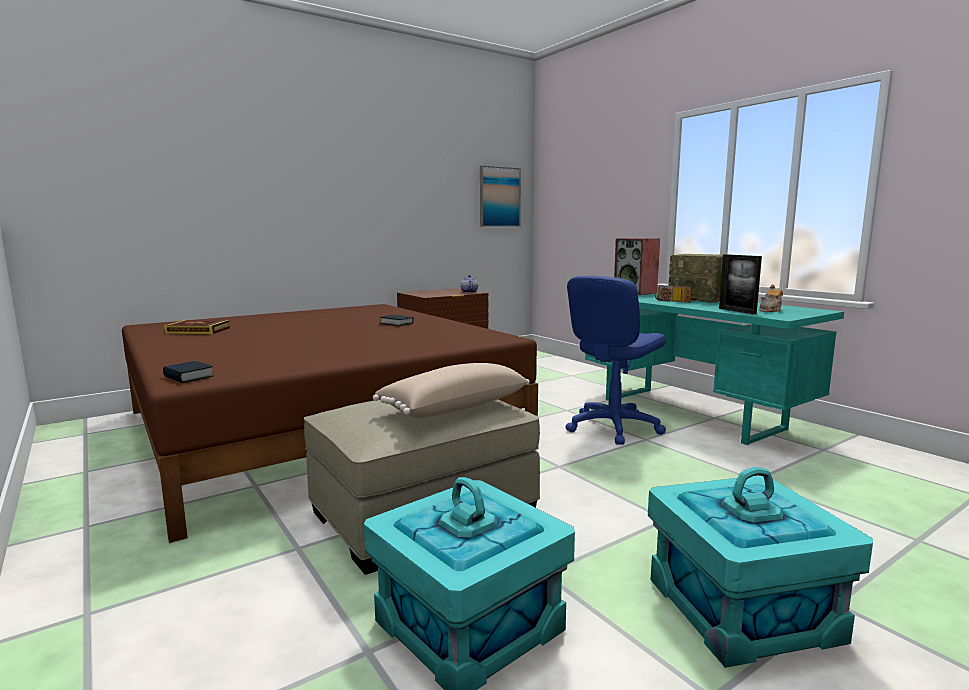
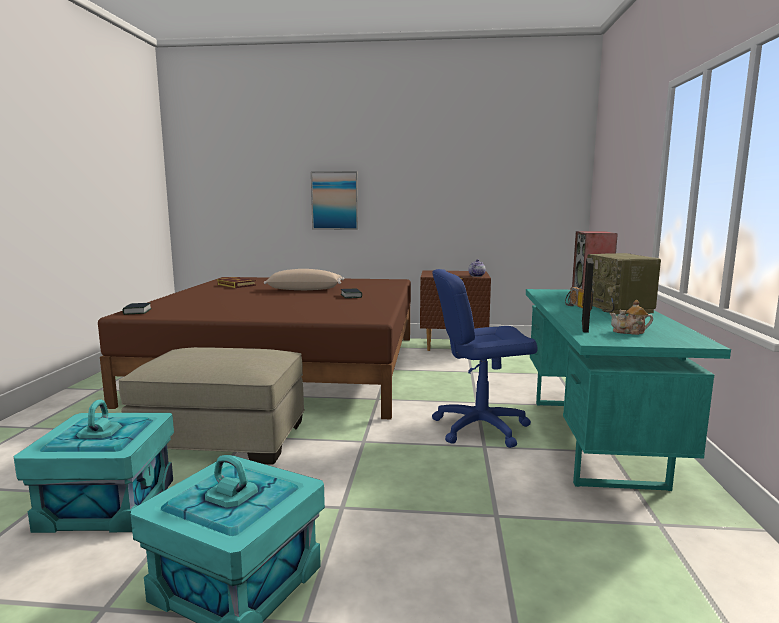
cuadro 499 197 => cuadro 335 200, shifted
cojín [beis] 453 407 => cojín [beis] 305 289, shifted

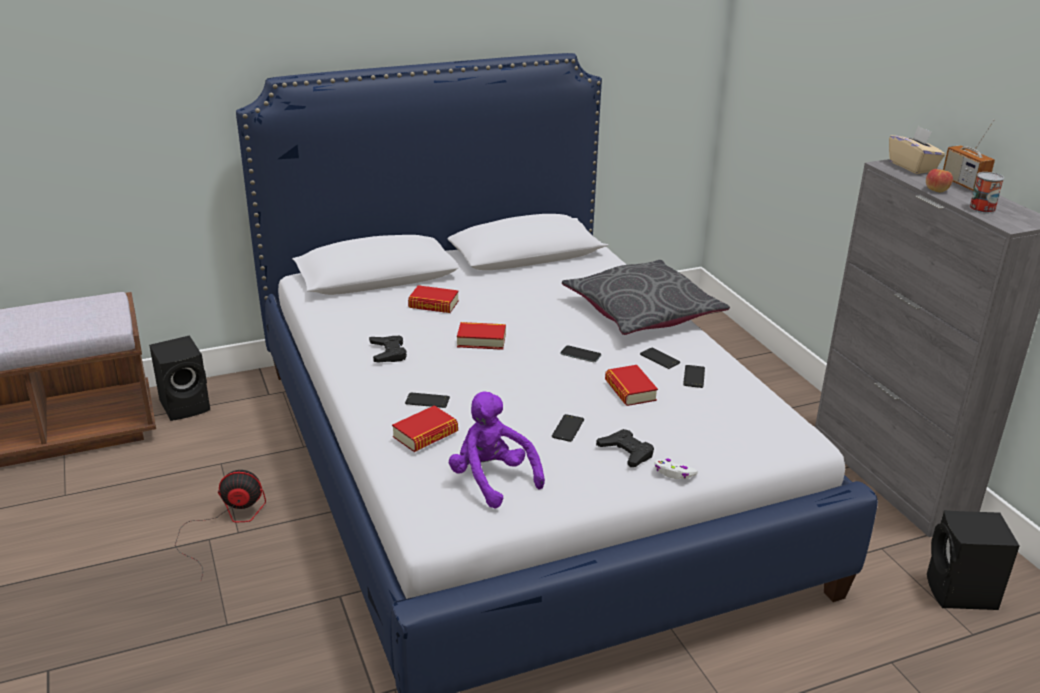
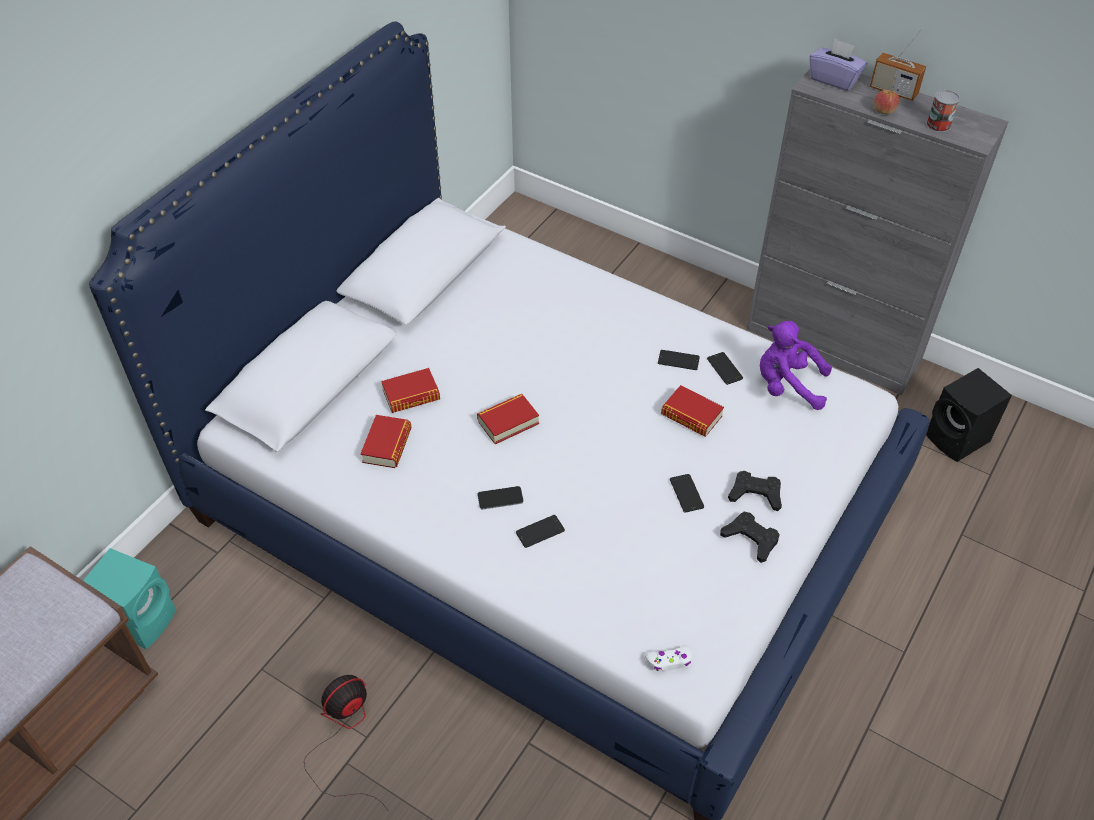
caja de pañuelos [beis] 912 167 => caja de pañuelos [morado] 834 79
cojín [gris] 642 311 => nothing
mando de consola [negro] 388 353 => mando de consola [negro] 750 539, shifted
altavoz [negro] 187 405 => altavoz [turquesa] 142 618
móvil 580 354 => móvil 500 498, shifted
peluche [morado] 492 480 => peluche [morado] 787 385, shifted
libro 425 434 => libro 387 445, shifted
mando de consola [blanco] 674 473 => mando de consola [blanco] 669 661, shifted

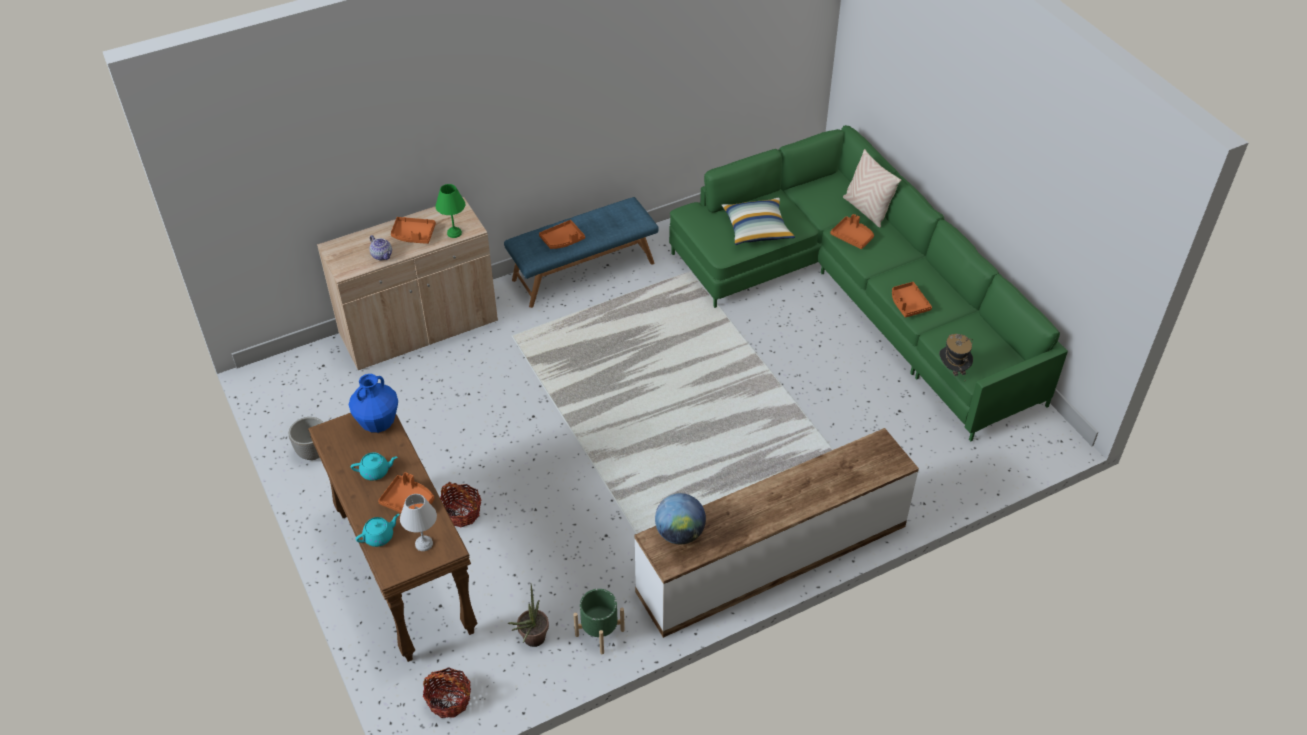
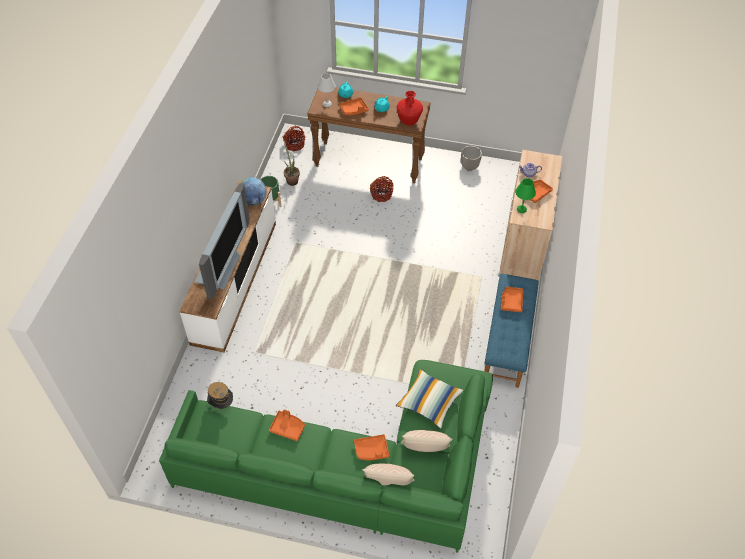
florero [azul] 378 424 => florero [rojo] 409 122
nothing => televisor 221 269
nothing => cojín [beis] 425 450

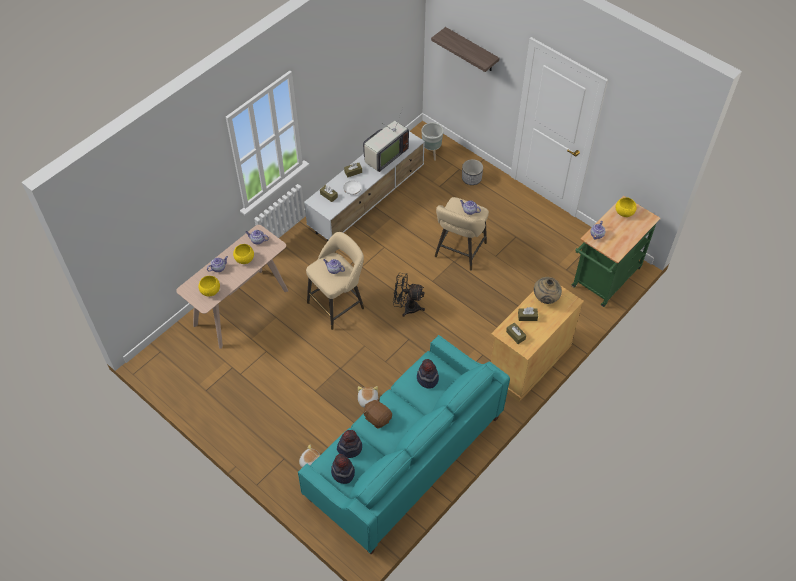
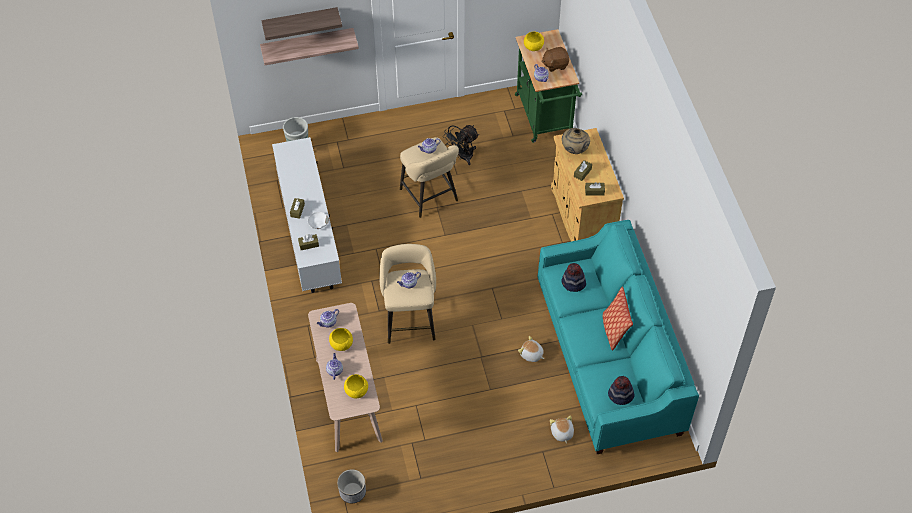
televisor 384 156 => nothing
maceta 471 179 => maceta 352 492, shifted
ventilador [negro] 407 307 => ventilador [negro] 462 157, shifted
peluche [marrón] 377 418 => peluche [marrón] 555 64, shifted
sombrero 349 448 => nothing
nothing => estante 307 44
nothing => cojín 614 330

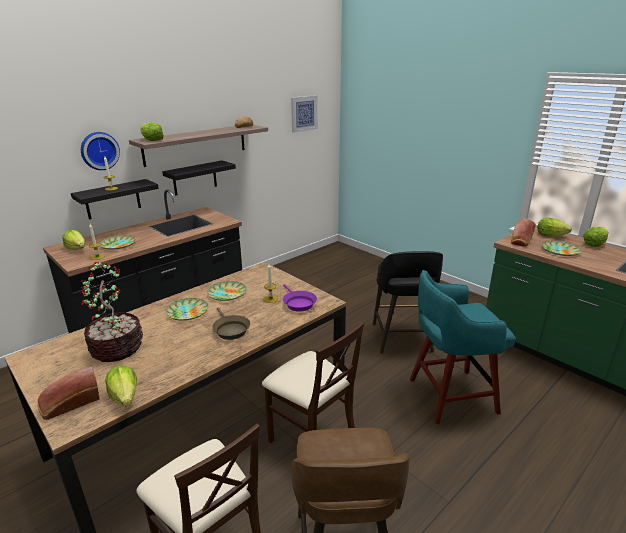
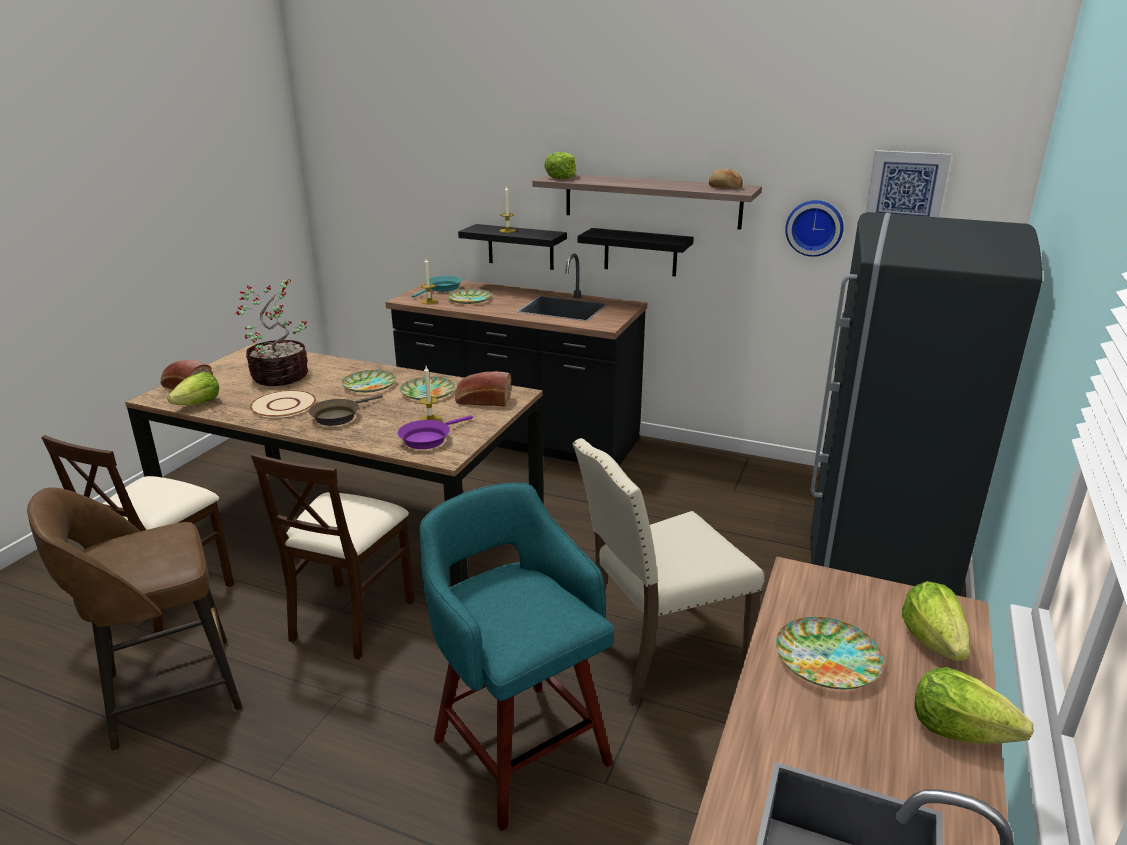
reloj de pared 99 150 => reloj de pared 814 227, shifted
pan 521 241 => pan 482 401, shifted
lechuga 77 249 => sartén [turquesa] 442 289
taburete [negro] 402 339 => silla [beis] 659 653
nothing => nevera [gris] 882 539
nothing => plato [beis] 283 405

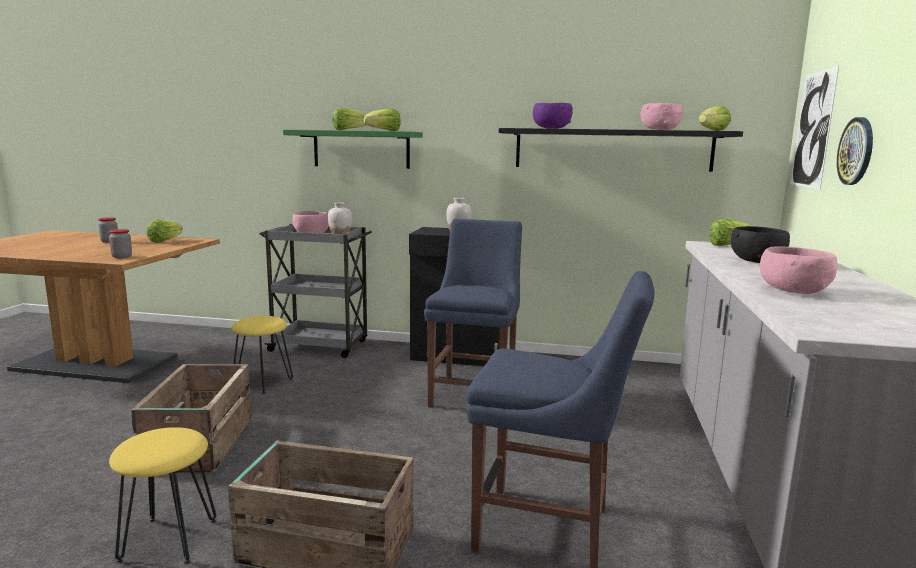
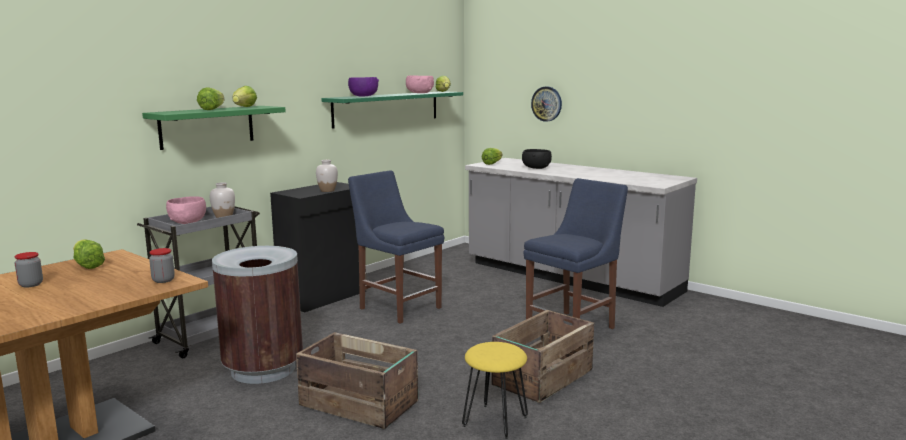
cuadro 812 129 => nothing
estante [negro] 612 150 => estante [verde] 387 108
cuenco [rosa] 793 291 => nothing
taburete [amarillo] 262 383 => papelera [marrón] 263 369

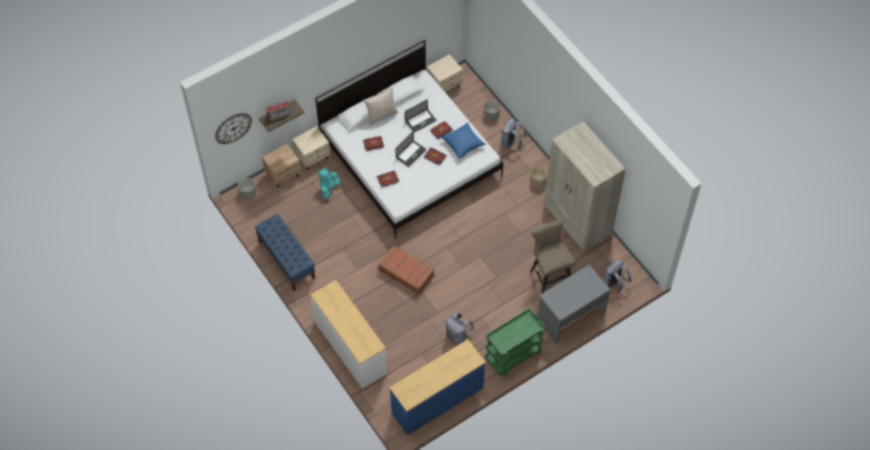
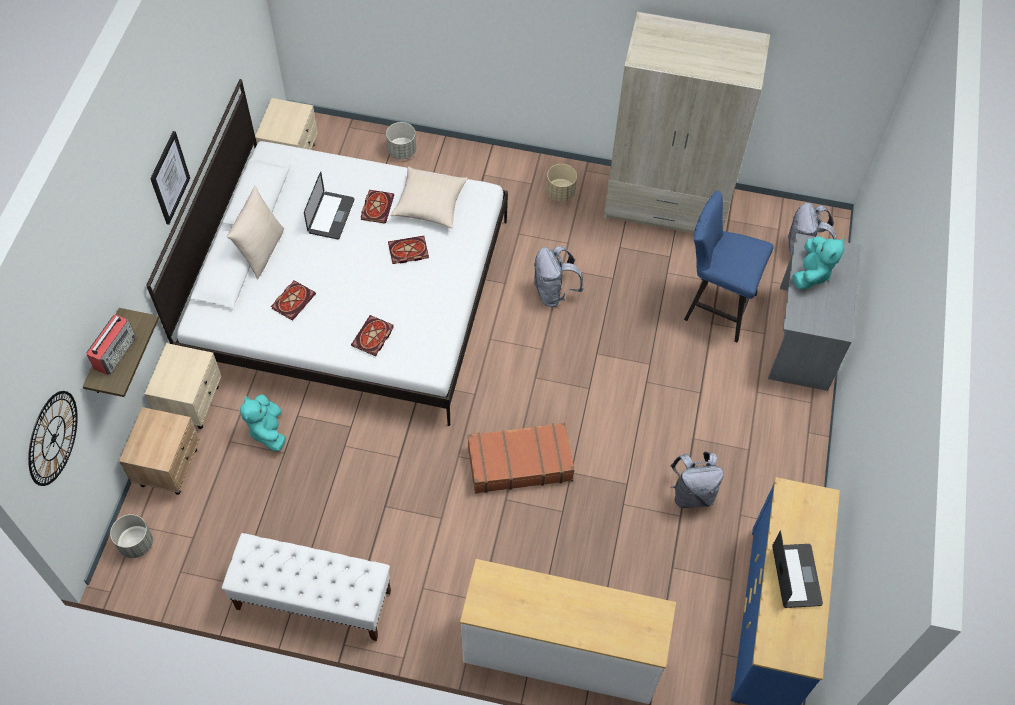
mochila [gris] 511 143 => mochila [gris] 554 292, shifted
cojín [azul] 462 144 => cojín [beis] 429 204
portátil 410 154 => portátil 796 576, shifted
banco [azul] 286 260 => banco [blanco] 313 600
taburete [beis] 549 276 => taburete [azul] 714 306
carrito [verde] 513 357 => nothing
nothing => cuadro 169 178
nothing => peluche [turquesa] 811 273

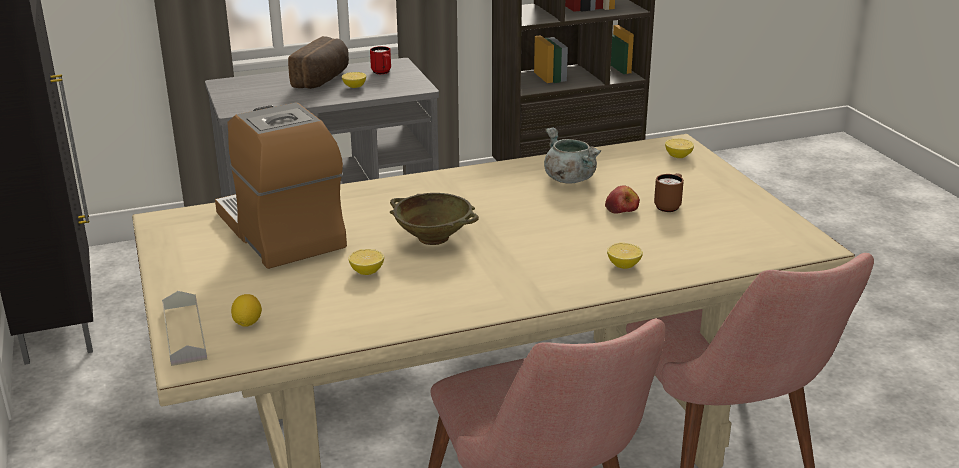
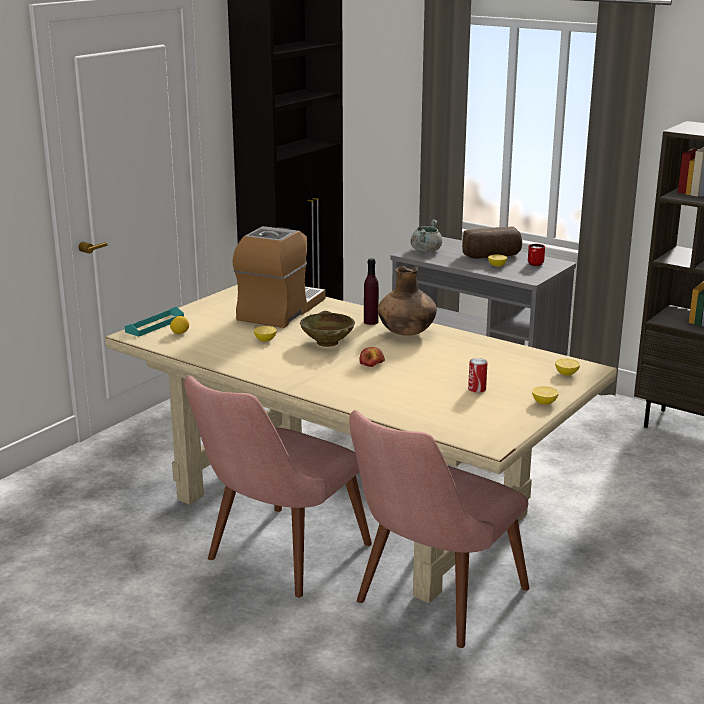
olla [gris] 569 179 => olla [gris] 426 250, shifted
taza grande [marrón] 669 206 => lata 477 389
manzana 622 209 => manzana 372 364, shifted
limón 623 265 => limón 544 402, shifted
bandeja [gris] 184 333 => bandeja [turquesa] 155 325
nothing => botella [morado] 371 322
nothing => florero [marrón] 407 333

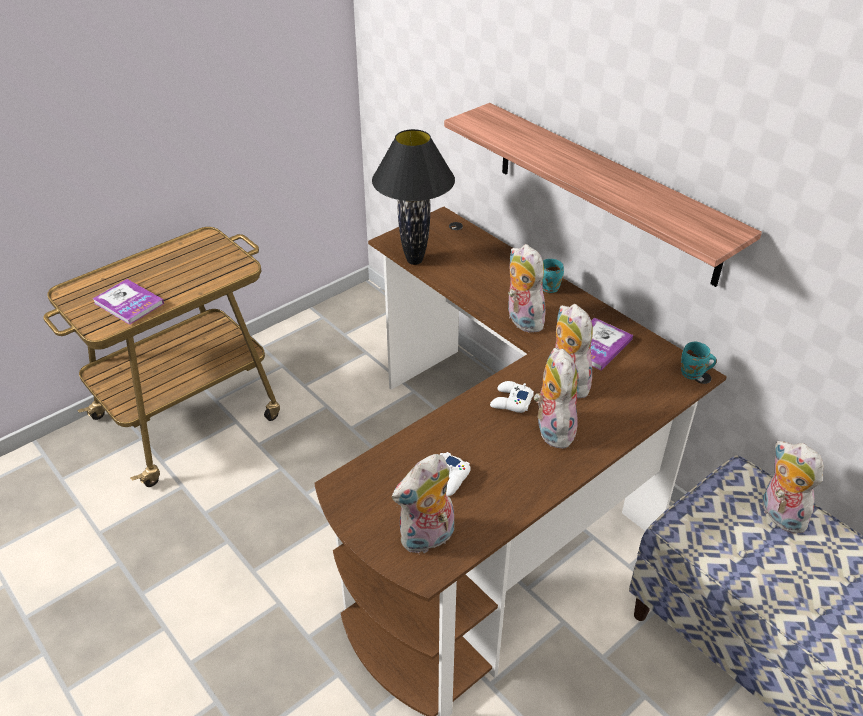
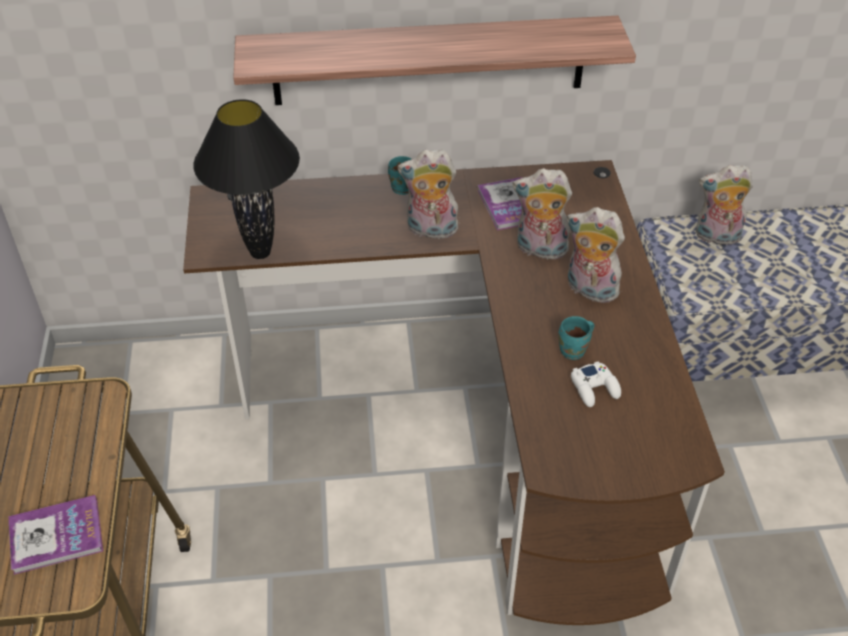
taza grande [turquesa] 693 374 => taza grande [turquesa] 575 351, shifted
mando de consola [blanco] 511 401 => nothing
peluche 427 539 => nothing

